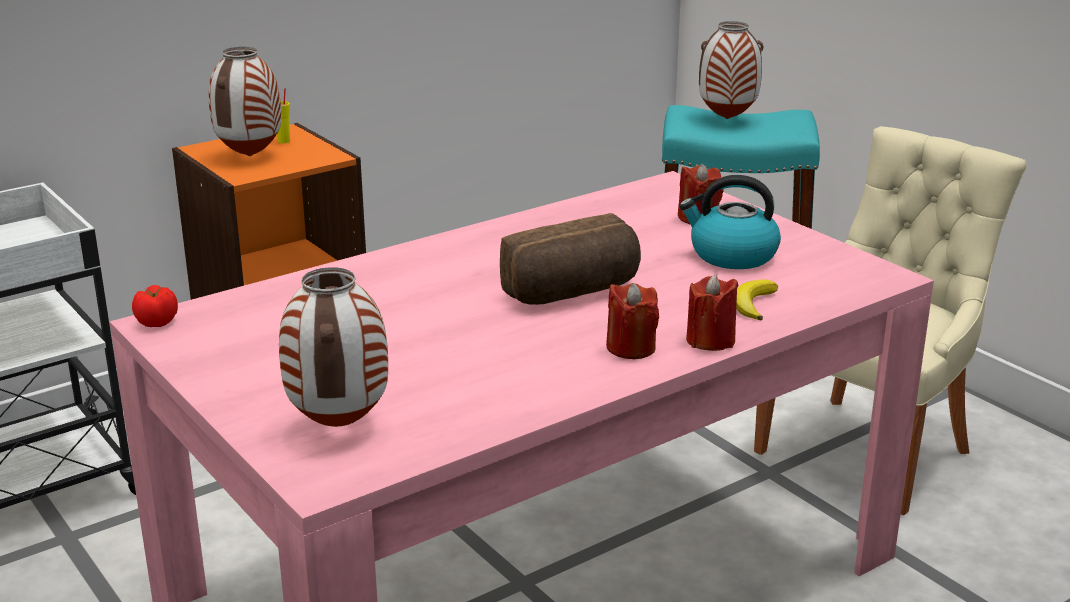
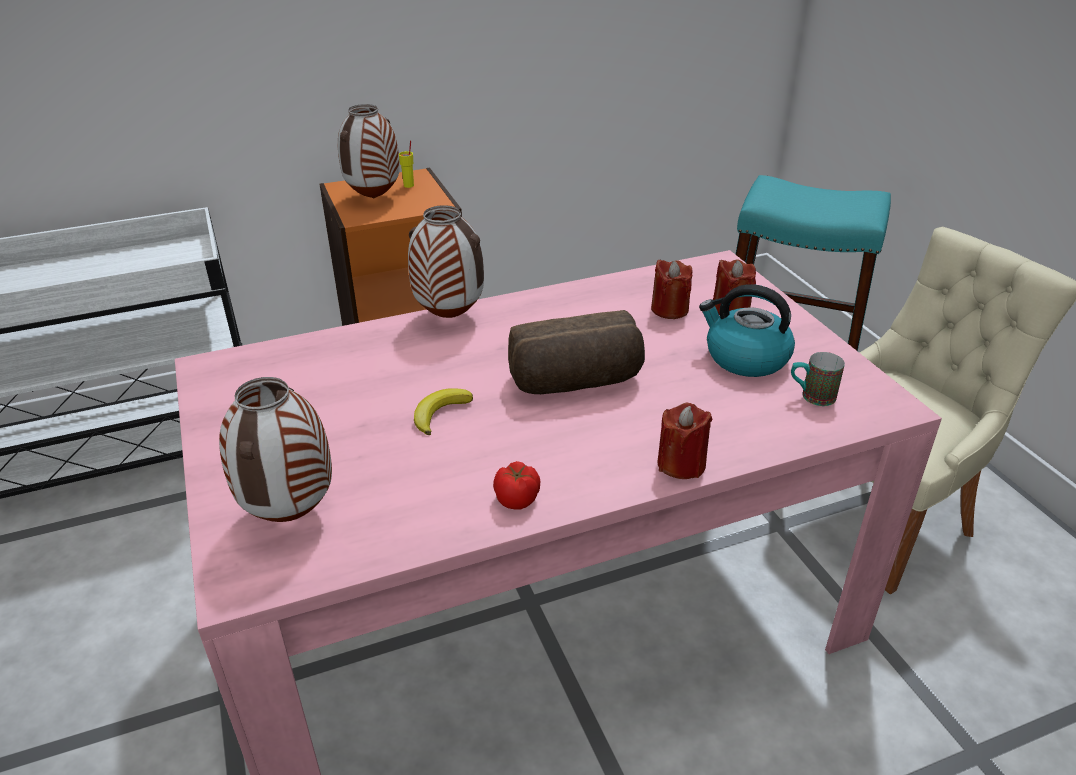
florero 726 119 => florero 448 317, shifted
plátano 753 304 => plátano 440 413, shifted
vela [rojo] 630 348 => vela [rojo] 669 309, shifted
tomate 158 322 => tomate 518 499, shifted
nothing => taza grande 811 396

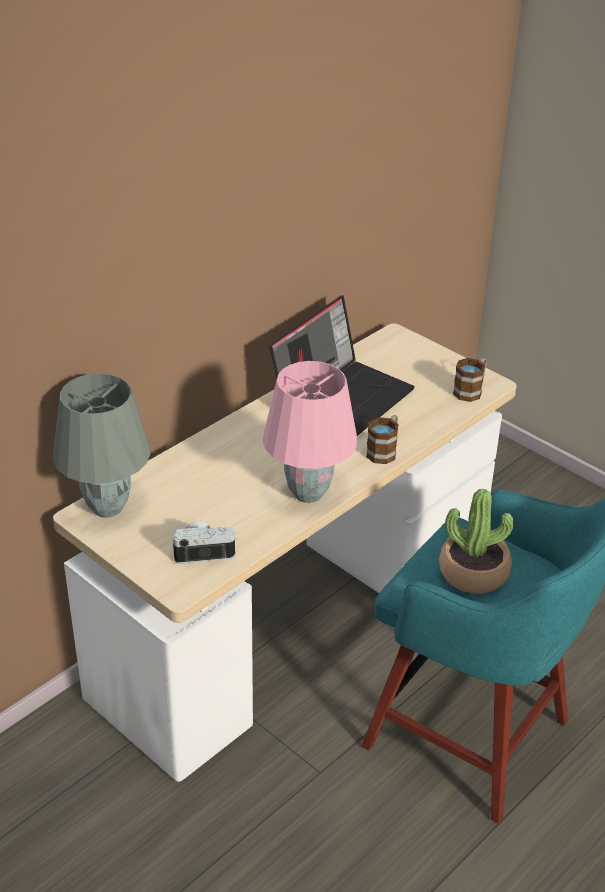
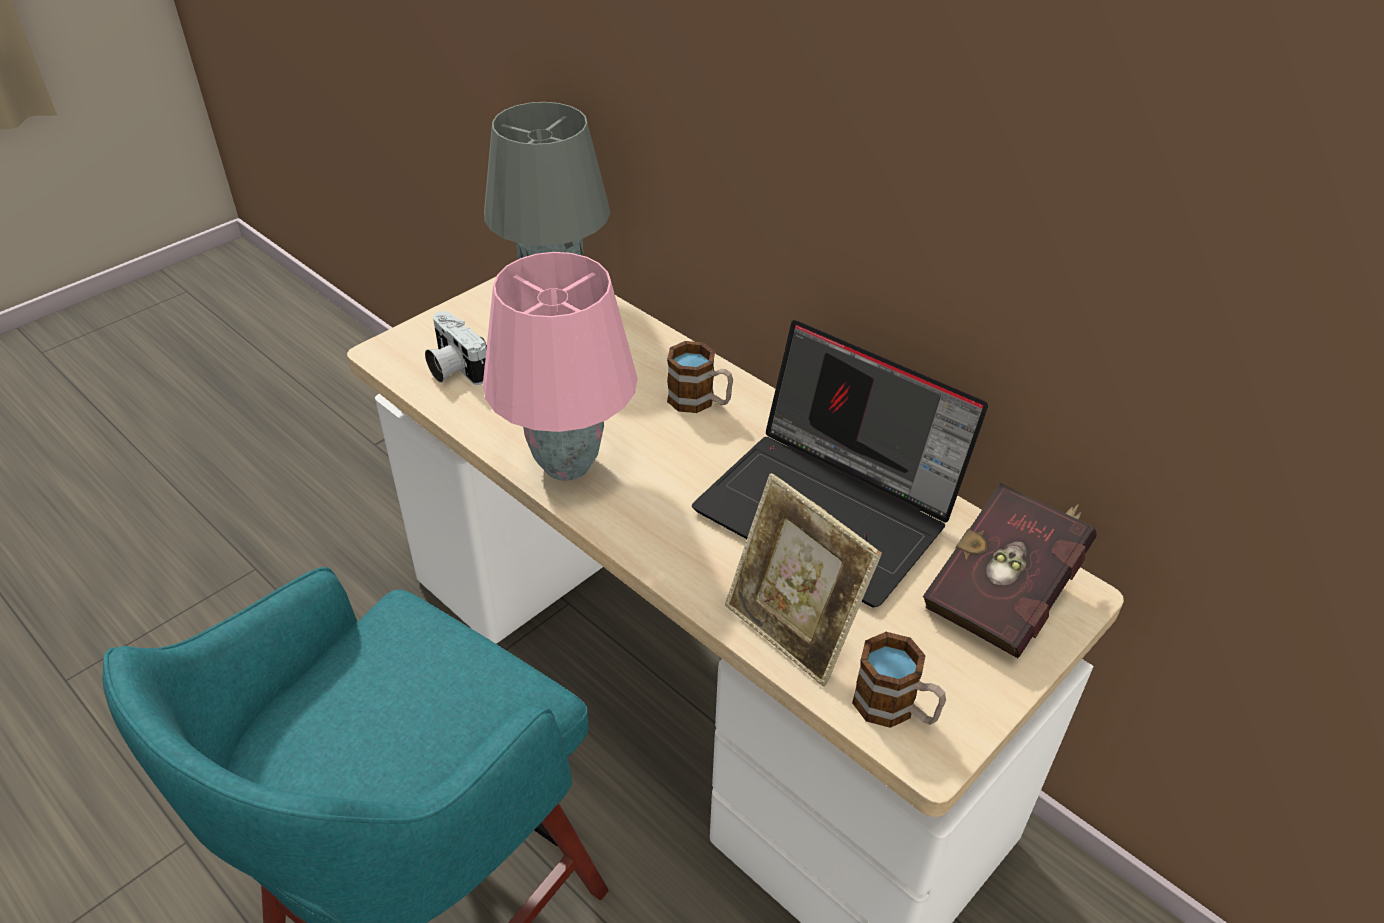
taza grande 384 450 => taza grande 700 401, shifted
planta en maceta 473 572 => nothing
cámara 204 551 => cámara 454 368, 150 degrees clockwise
nothing => portarretratos 791 631
nothing => libro [rojo] 1006 593

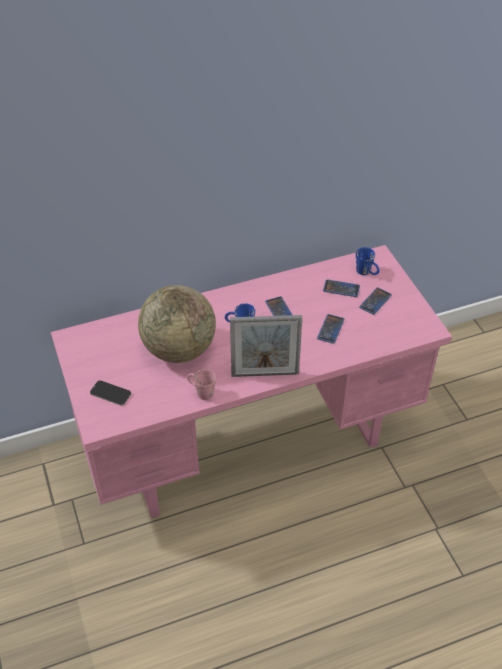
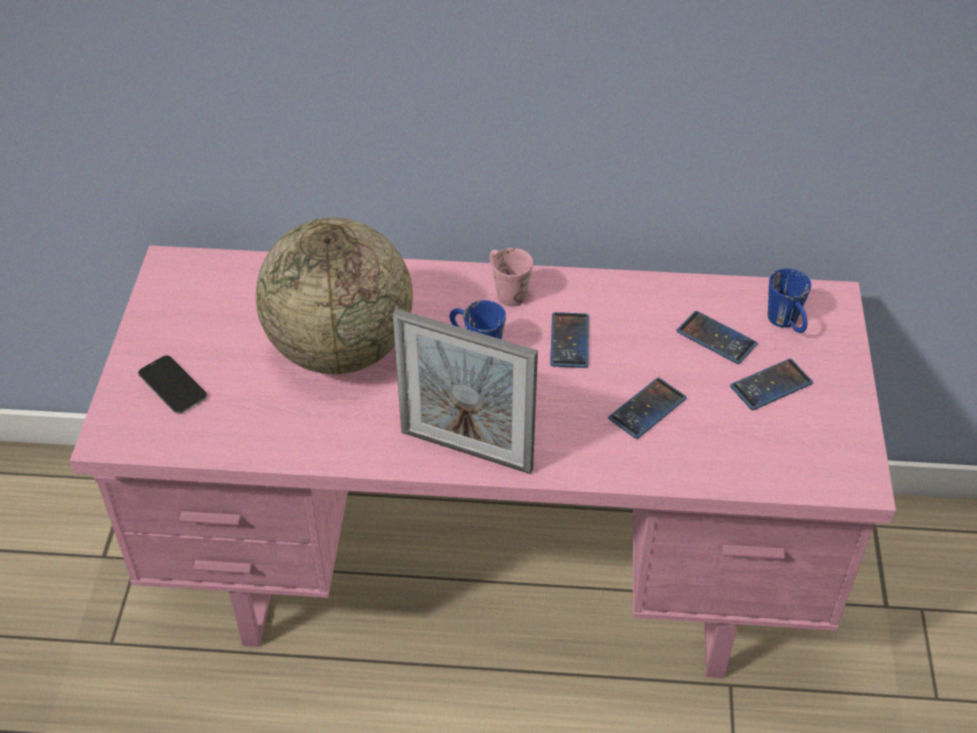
taza grande [rosa] 201 392 => taza grande [rosa] 505 291, shifted

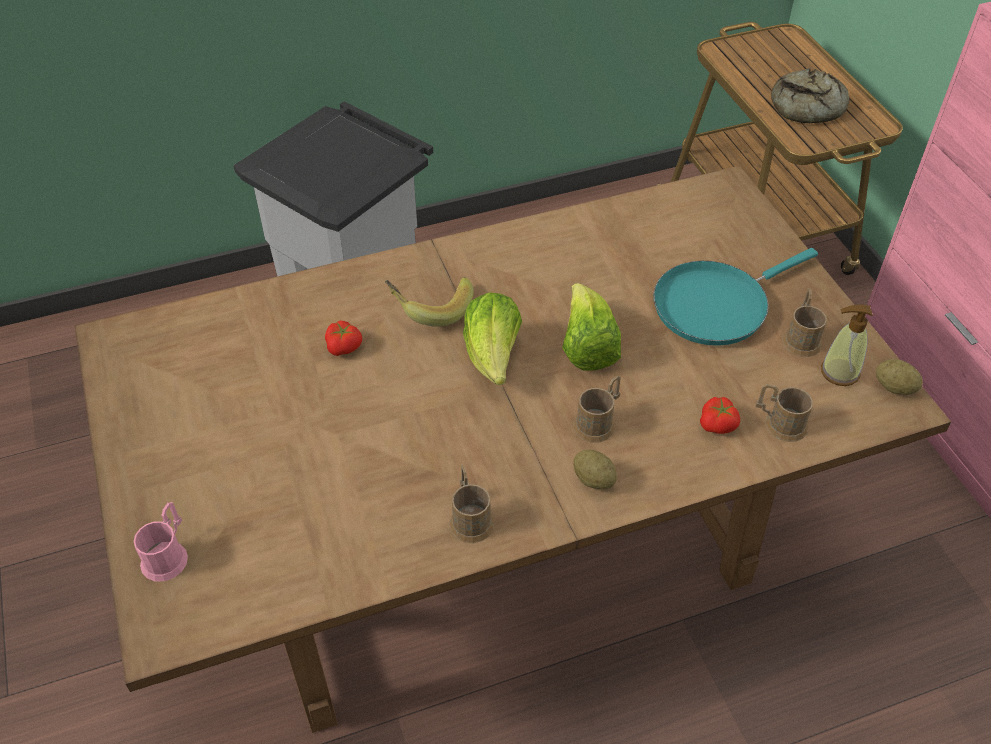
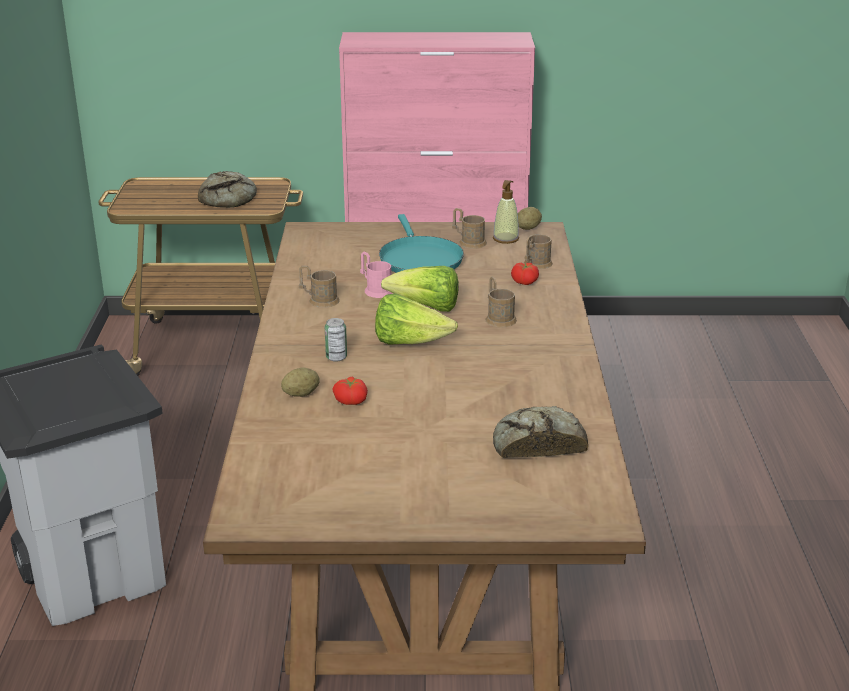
plátano 430 308 => lata 336 357
patata 593 479 => patata 301 394, shifted
taza grande [marrón] 470 517 => taza grande [marrón] 319 300, shifted
taza grande [rosa] 168 555 => taza grande [rosa] 375 289, shifted
nothing => pan 537 443

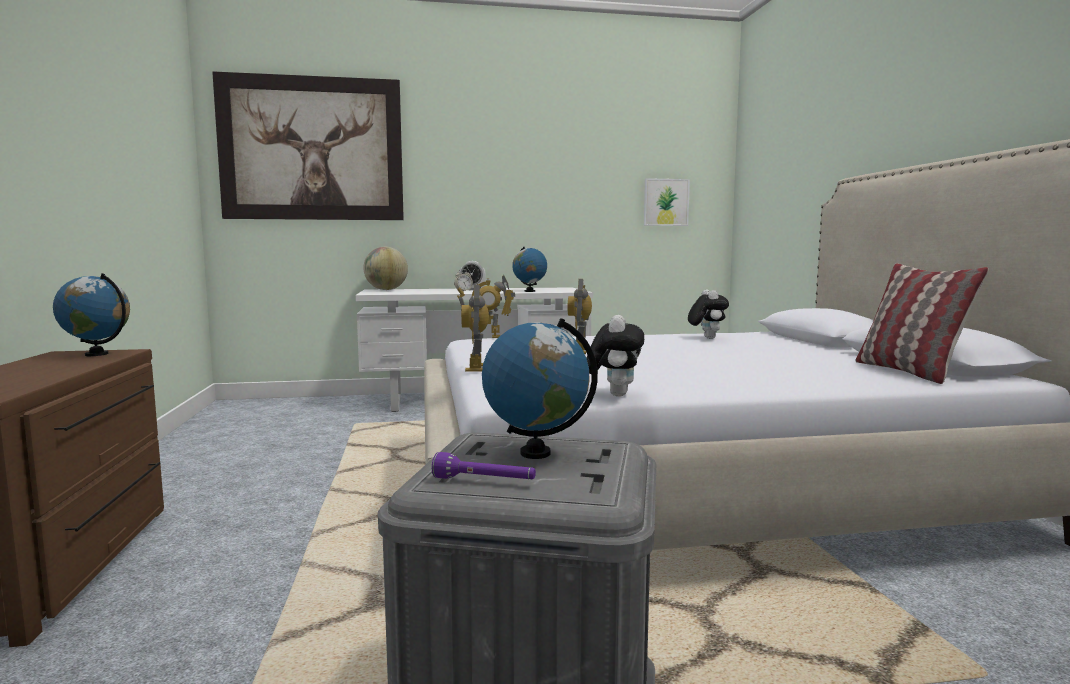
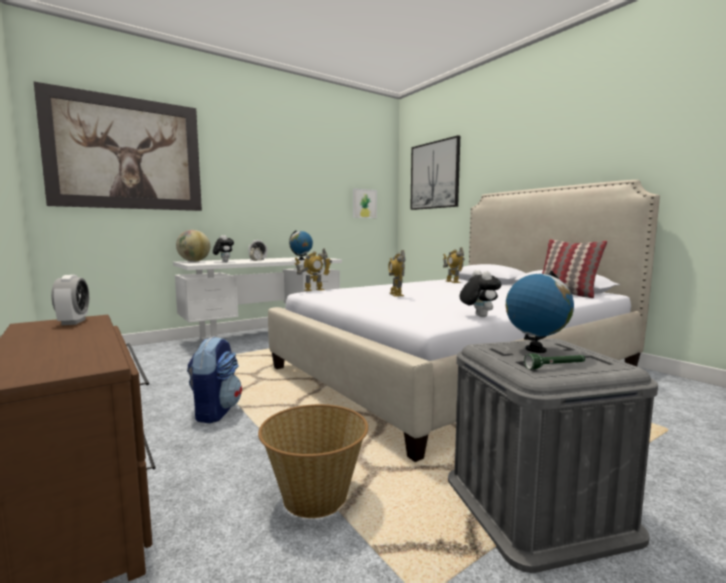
globo terráqueo 97 354 => despertador 73 322
robot de juguete 476 368 => robot de juguete 452 282, shifted
peluche 706 338 => peluche 223 262, shifted
linterna [morado] 484 481 => linterna [verde] 555 367
nothing => cuadro 434 175
nothing => mochila 215 411
nothing => cesta 315 497

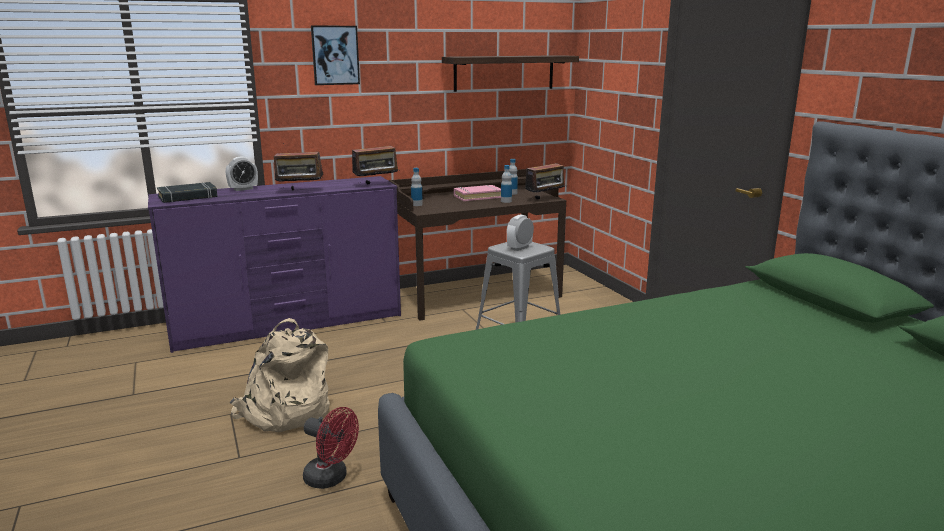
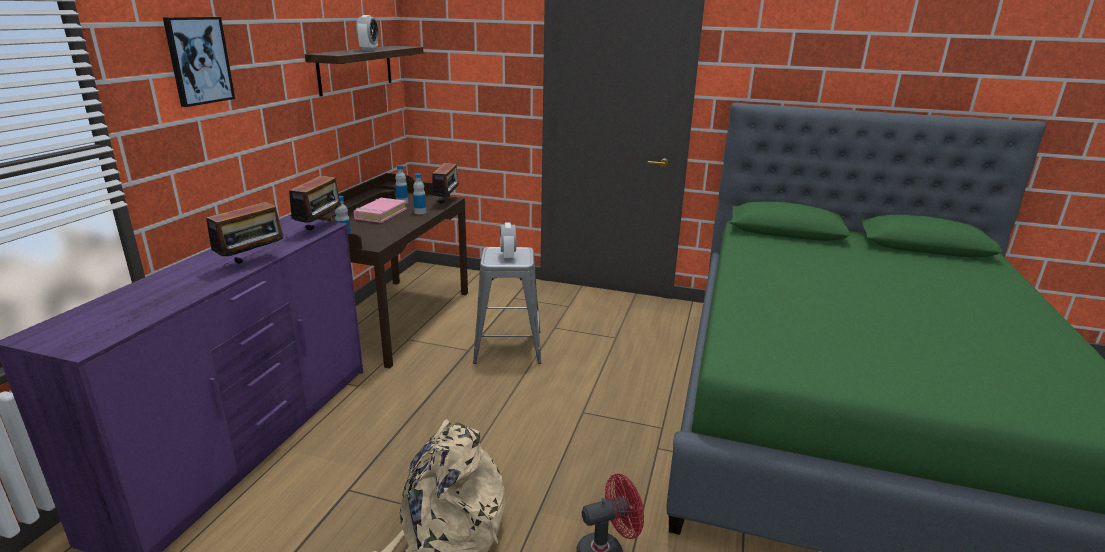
despertador 243 189 => despertador 369 50, shifted
libro [negro] 188 197 => nothing

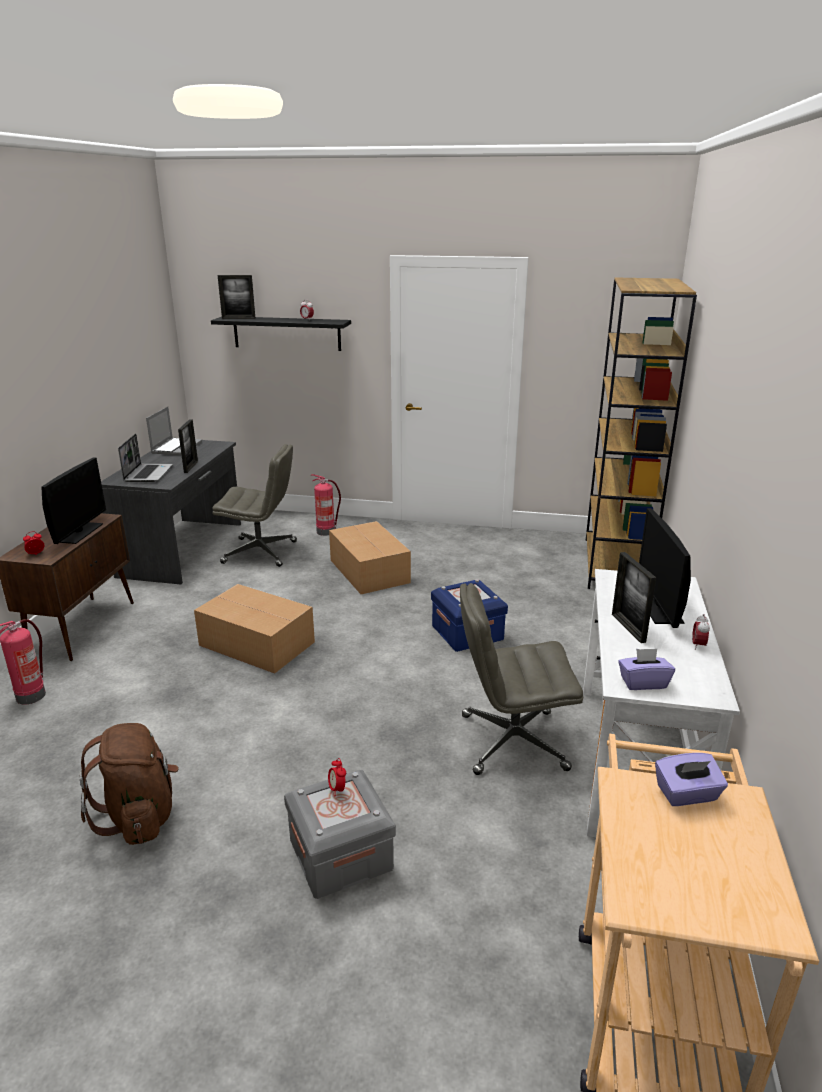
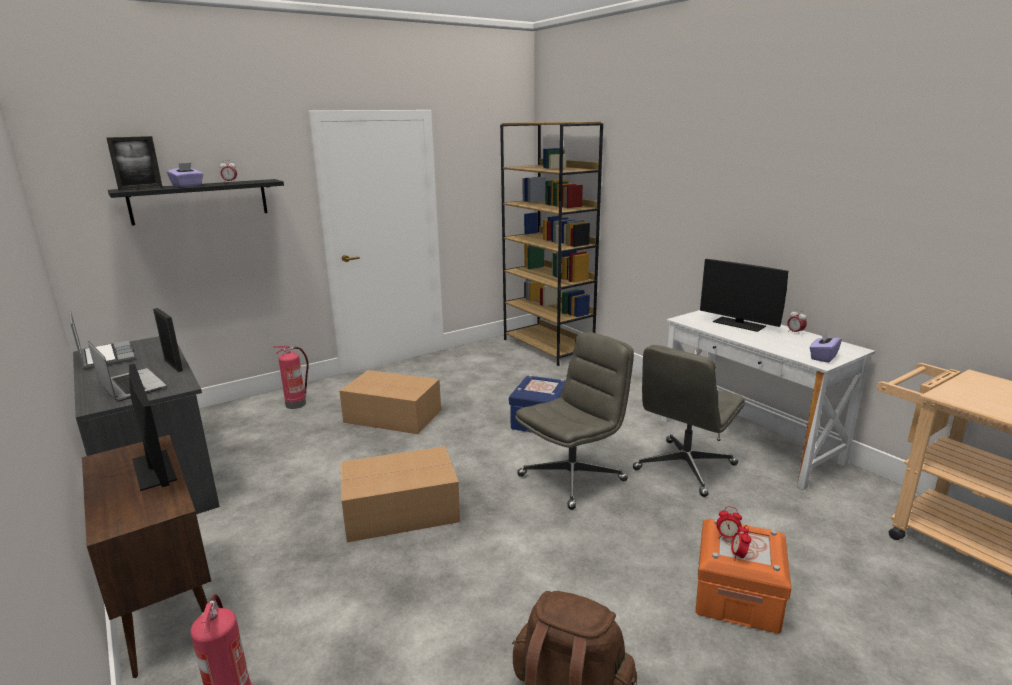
silla de oficina [gris] 261 552 => silla de oficina [gris] 572 477, shifted
despertador 36 554 => despertador 738 555, shifted
portarretratos 628 628 => nothing
caja de pañuelos [morado] 687 794 => caja de pañuelos [morado] 187 185, shifted
caja de almacenaje [gris] 341 854 => caja de almacenaje [naranja] 737 597

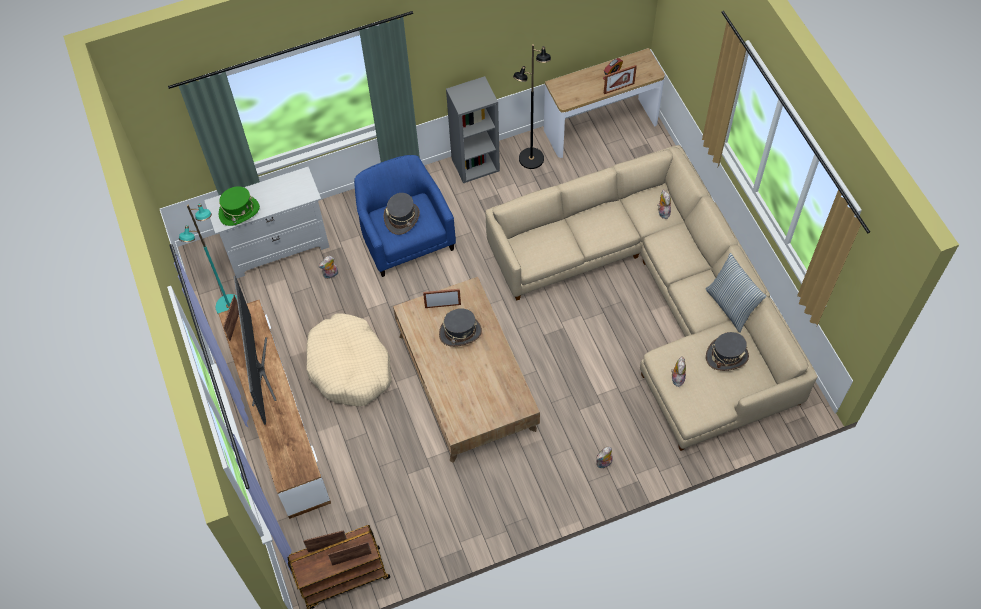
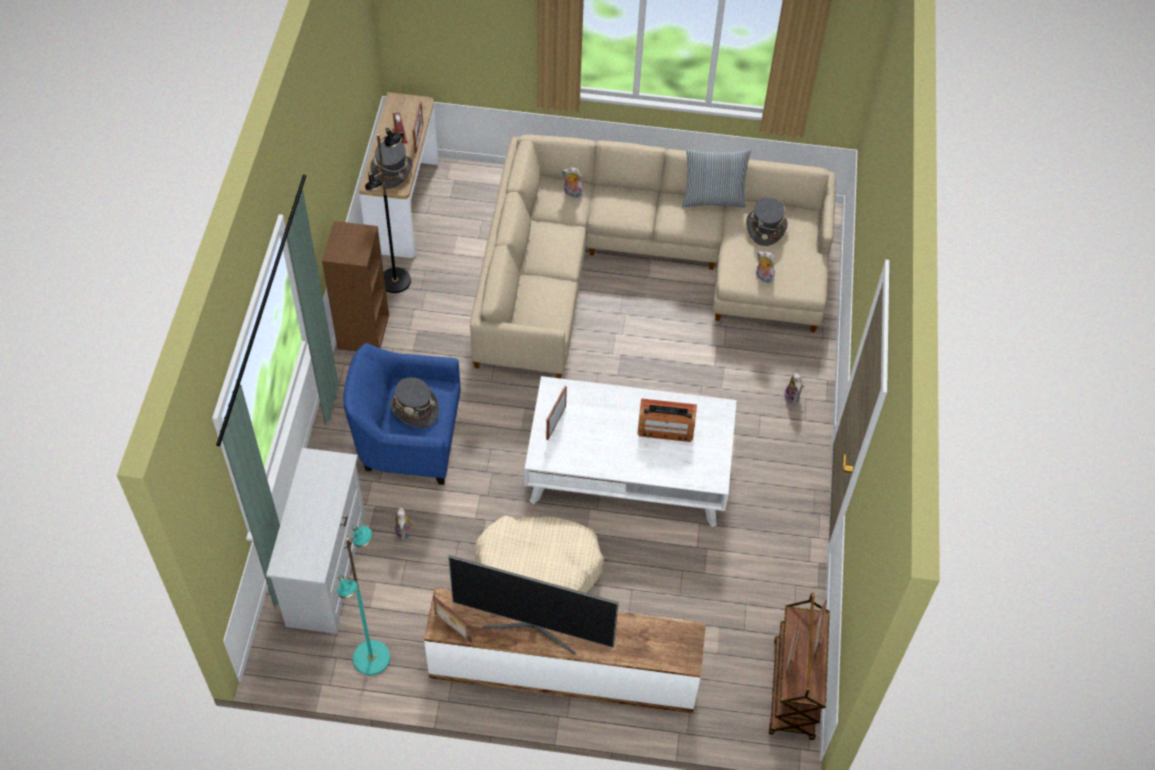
estantería [gris] 475 164 => estantería [marrón] 363 331
sombrero [verde] 239 212 => nothing
mesa de centro [marrón] 466 382 => mesa de centro [blanco] 629 468
sombrero [gris] 460 332 => sombrero [gris] 392 171, shifted
nothing => radio 665 428

